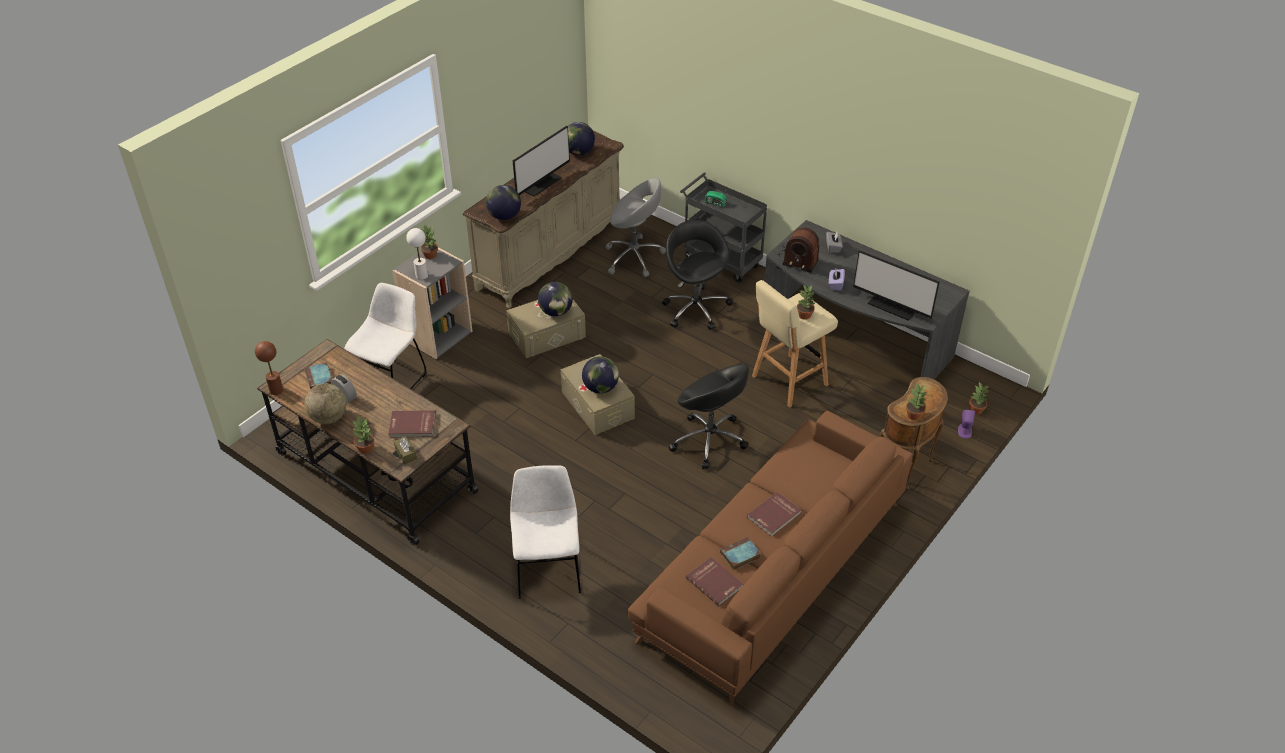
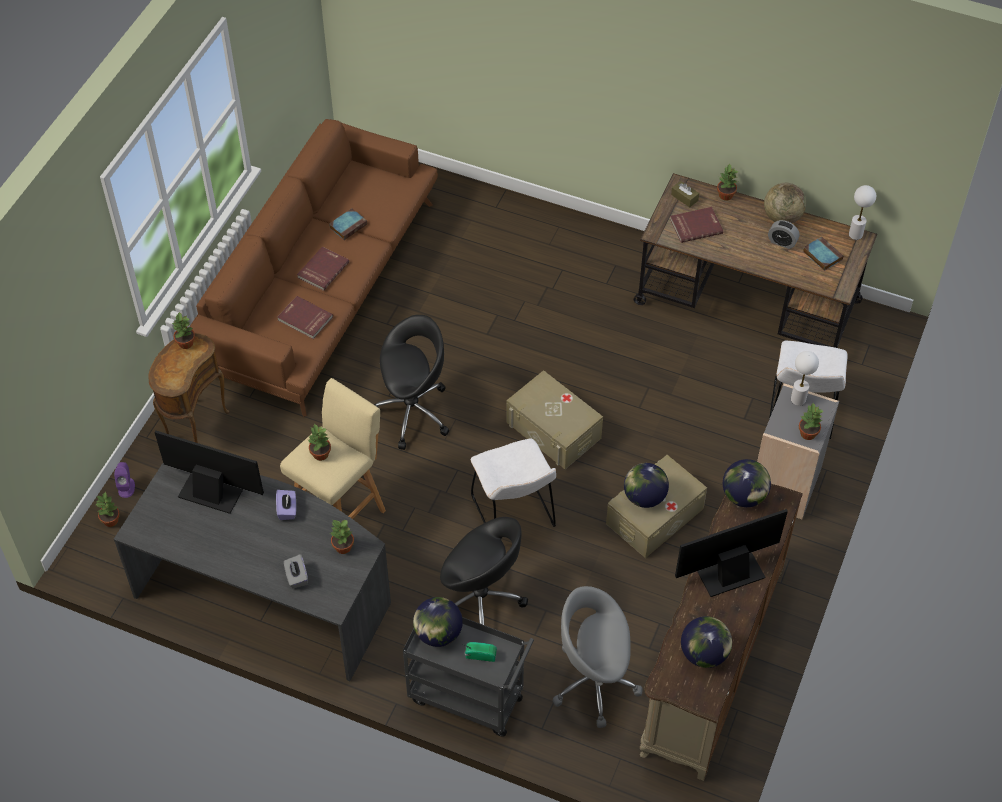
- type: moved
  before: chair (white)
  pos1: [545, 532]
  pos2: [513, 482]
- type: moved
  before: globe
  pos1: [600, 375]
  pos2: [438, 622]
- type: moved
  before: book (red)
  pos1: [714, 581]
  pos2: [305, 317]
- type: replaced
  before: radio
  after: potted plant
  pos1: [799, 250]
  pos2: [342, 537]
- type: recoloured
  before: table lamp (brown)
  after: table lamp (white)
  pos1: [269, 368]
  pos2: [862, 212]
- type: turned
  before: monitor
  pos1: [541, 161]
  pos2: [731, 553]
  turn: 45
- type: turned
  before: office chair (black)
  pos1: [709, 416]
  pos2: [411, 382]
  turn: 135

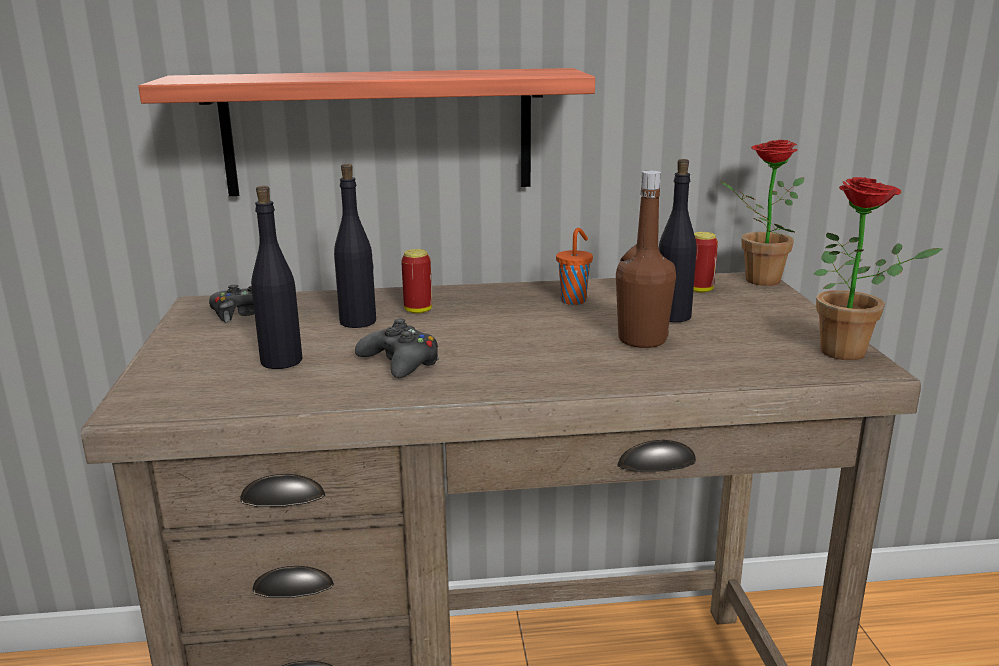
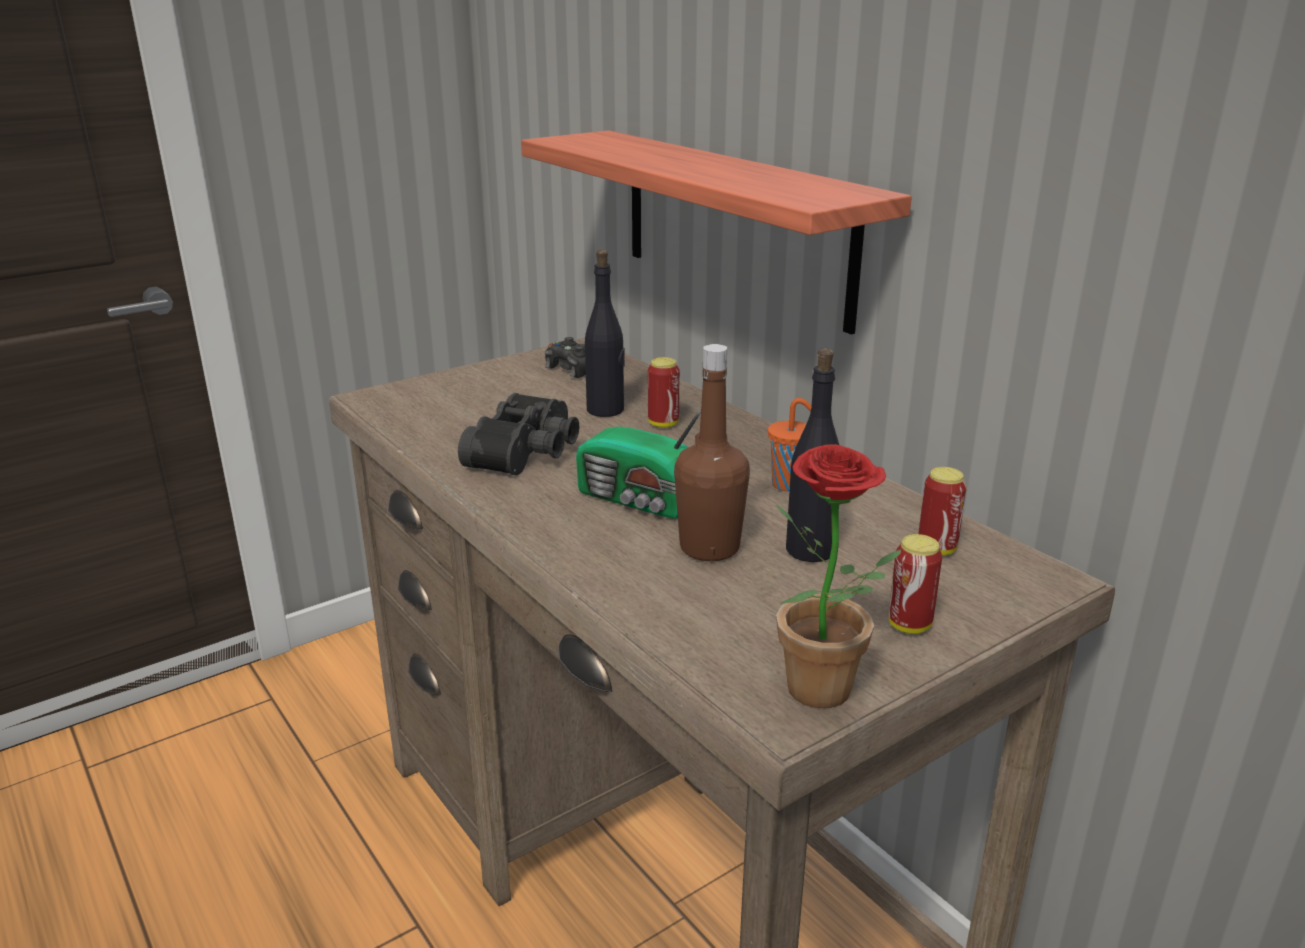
- type: removed
  before: bottle (black)
  pos1: [276, 277]
- type: removed
  before: potted plant
  pos1: [761, 213]
- type: added
  after: radio
  pos2: [638, 463]
- type: added
  after: can
  pos2: [915, 584]
- type: replaced
  before: game controller (black)
  after: binoculars (black)
  pos1: [397, 348]
  pos2: [518, 434]

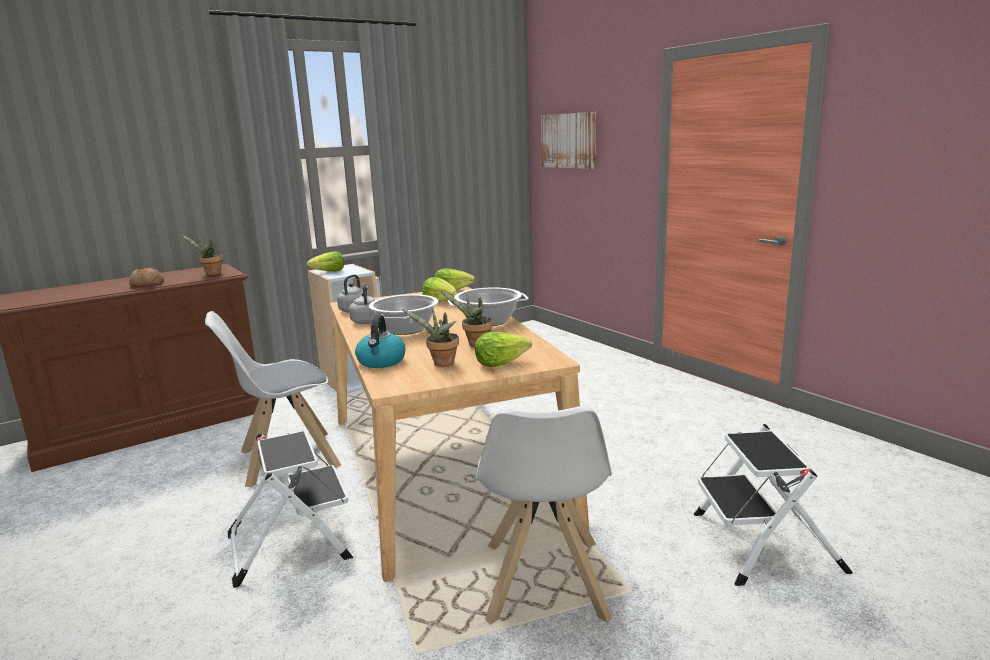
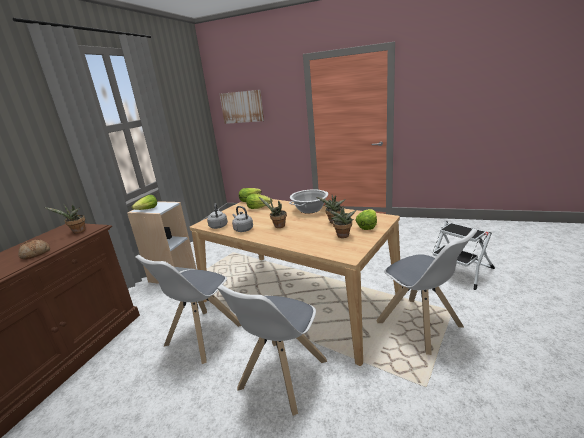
- type: removed
  before: kettle
  pos1: [380, 341]
- type: replaced
  before: step ladder
  after: chair
  pos1: [290, 509]
  pos2: [272, 350]
- type: replaced
  before: cooking pot
  after: potted plant
  pos1: [404, 314]
  pos2: [273, 212]

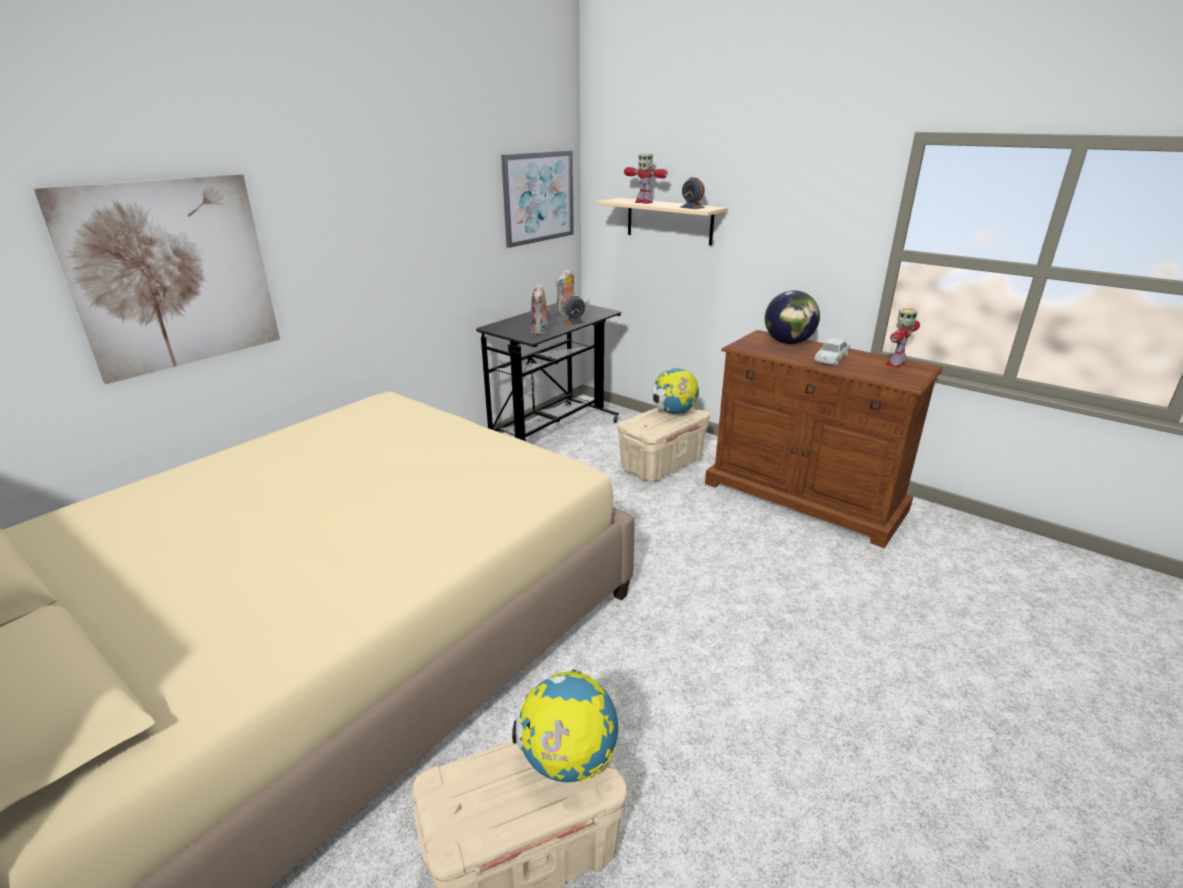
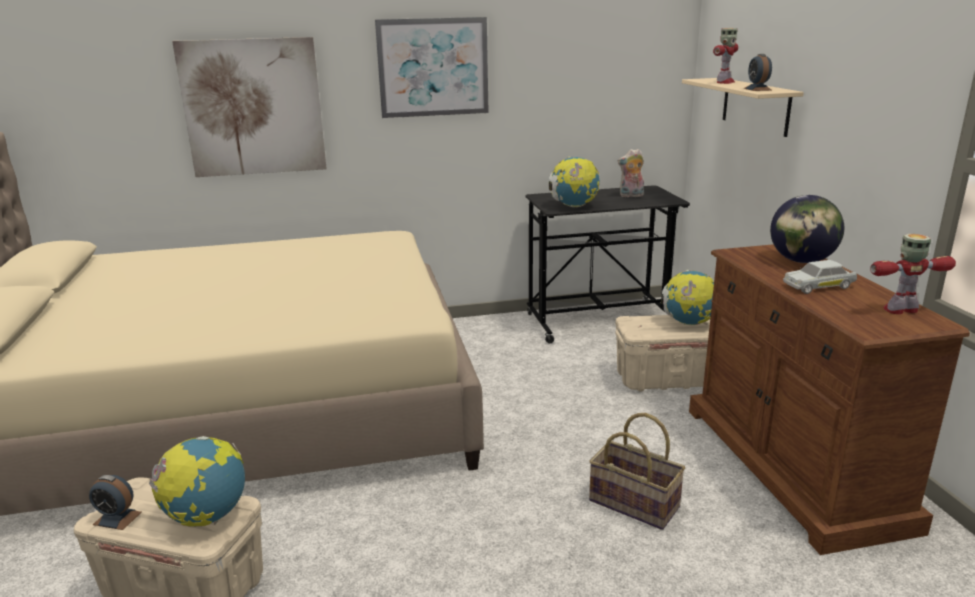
- type: added
  after: basket
  pos2: [637, 471]
- type: moved
  before: picture
  pos1: [537, 199]
  pos2: [432, 67]
- type: moved
  before: alarm clock
  pos1: [574, 310]
  pos2: [115, 502]
- type: replaced
  before: plush toy
  after: globe
  pos1: [540, 309]
  pos2: [574, 182]
- type: turned
  before: toy robot
  pos1: [646, 179]
  pos2: [725, 56]
  turn: -135

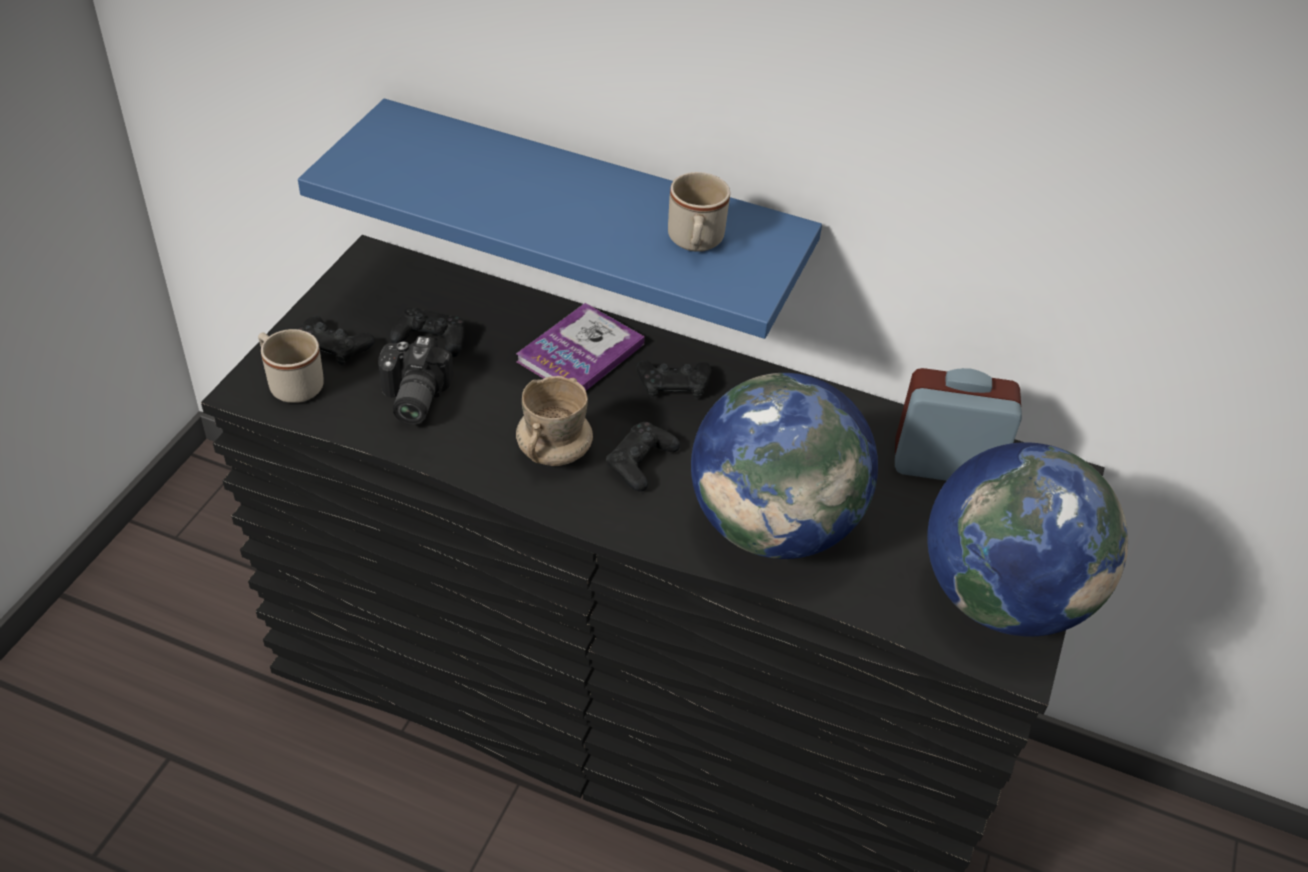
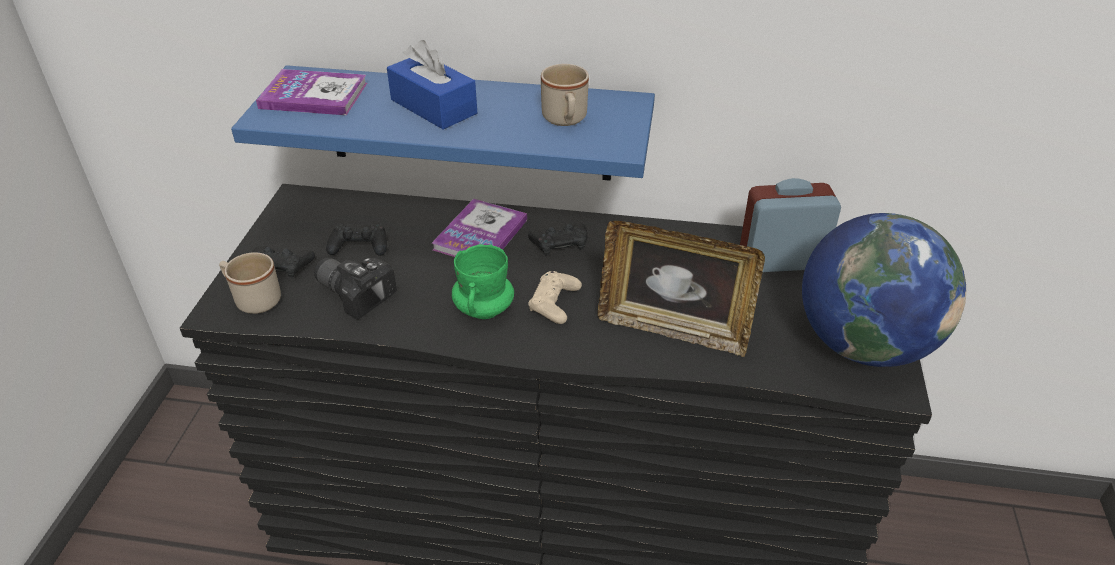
- type: added
  after: book
  pos2: [311, 92]
- type: added
  after: tissue box (blue)
  pos2: [432, 85]
- type: replaced
  before: globe
  after: picture frame
  pos1: [784, 466]
  pos2: [681, 289]
- type: recoloured
  before: mug (beige)
  after: mug (green)
  pos1: [554, 421]
  pos2: [483, 281]
- type: recoloured
  before: game controller (black)
  after: game controller (beige)
  pos1: [643, 457]
  pos2: [555, 297]
- type: turned
  before: photo camera
  pos1: [416, 380]
  pos2: [355, 288]
  turn: 135

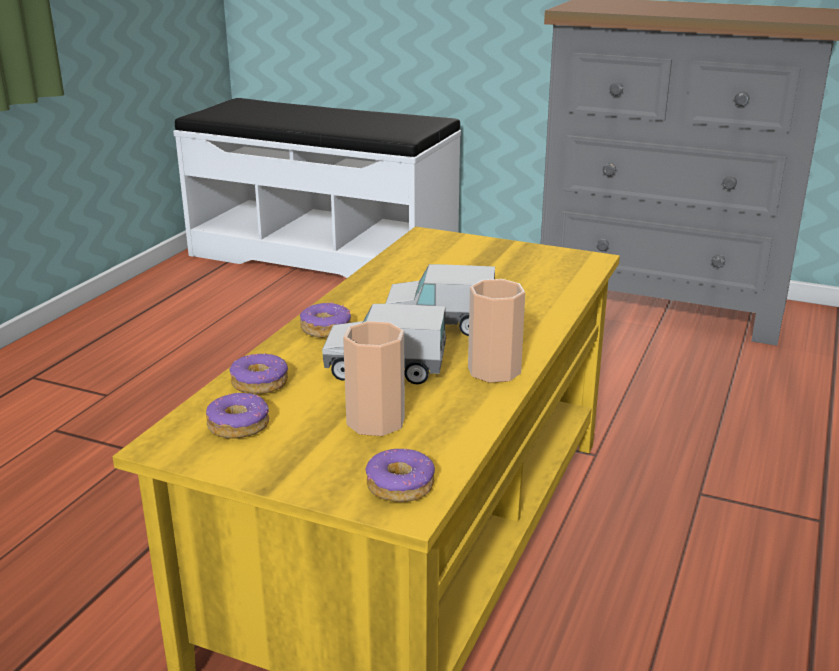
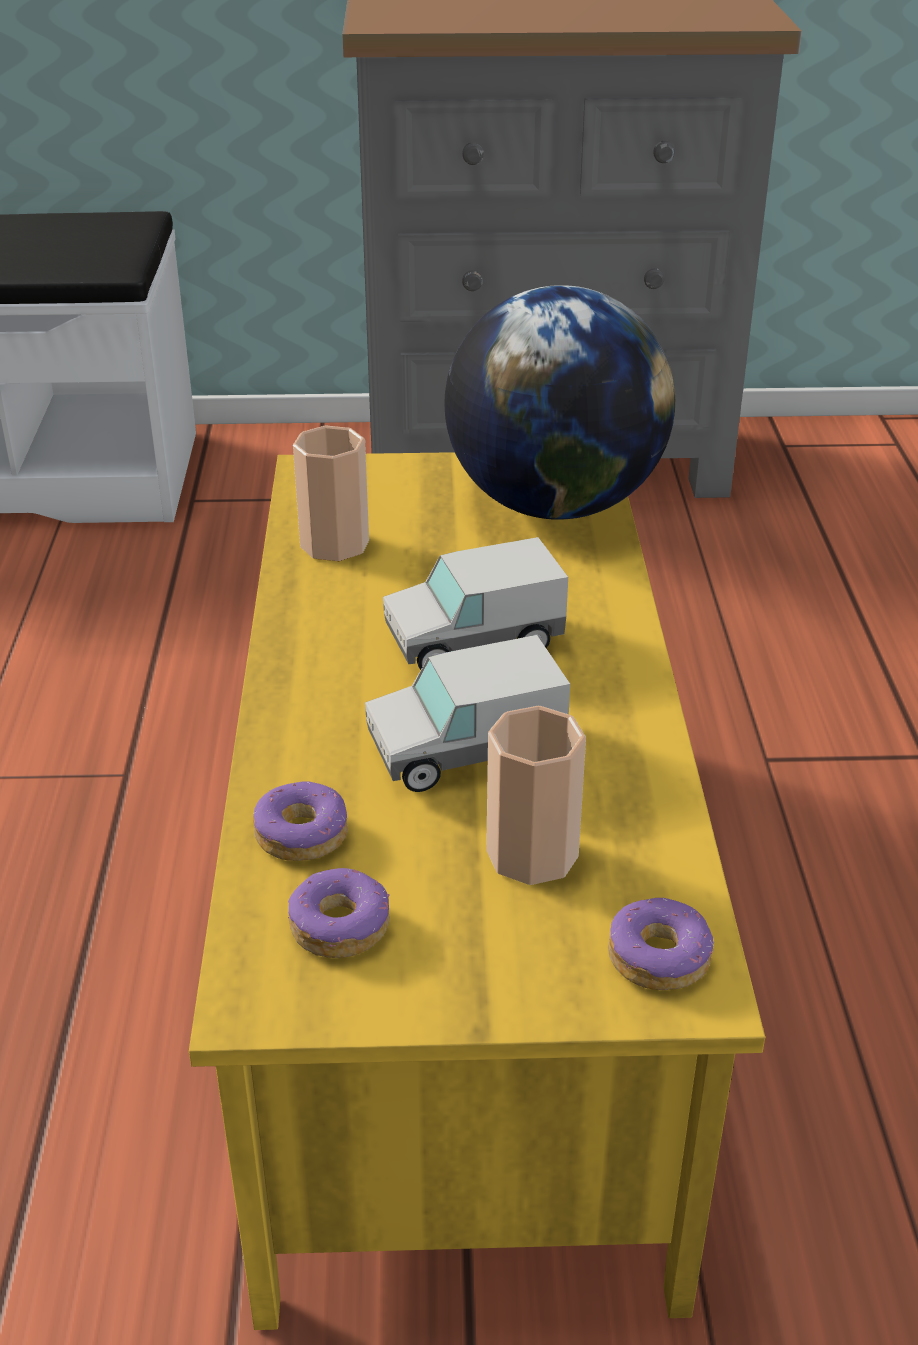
- type: removed
  before: donut
  pos1: [325, 320]
- type: added
  after: globe
  pos2: [559, 402]
- type: moved
  before: cup
  pos1: [496, 331]
  pos2: [331, 493]

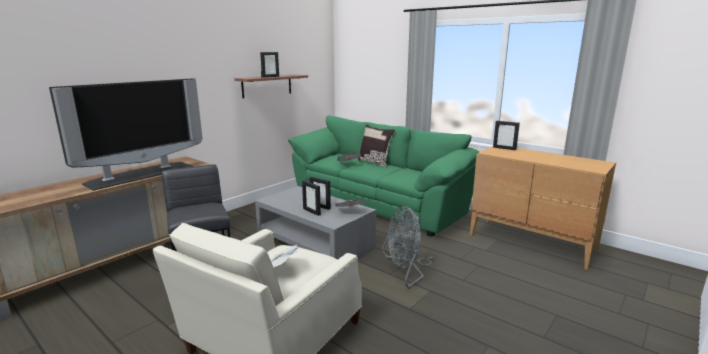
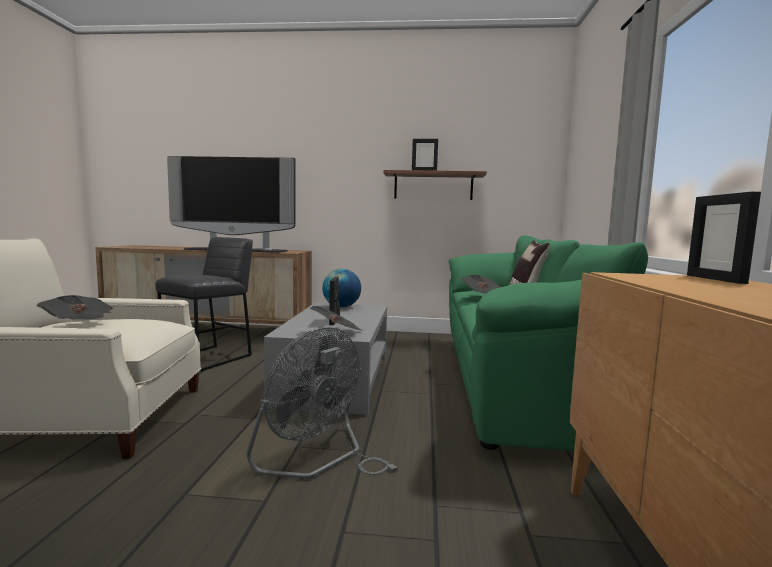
- type: removed
  before: picture frame
  pos1: [311, 198]
- type: added
  after: globe
  pos2: [341, 288]

